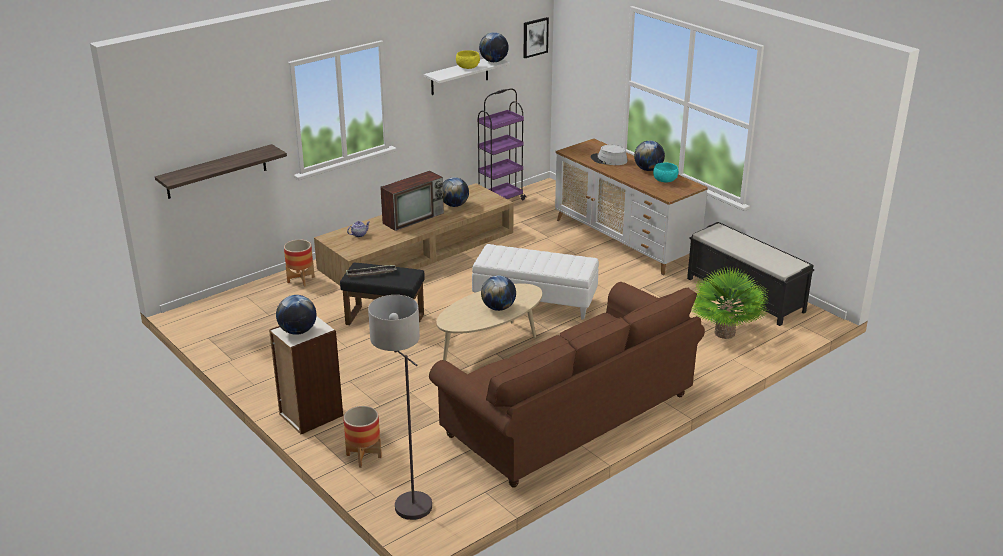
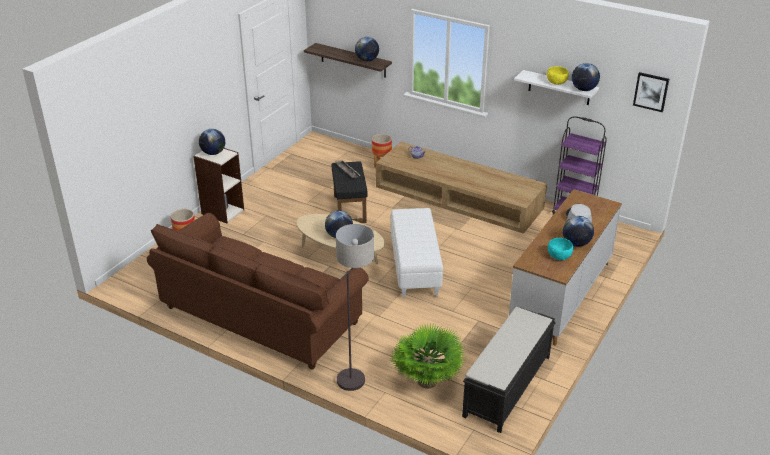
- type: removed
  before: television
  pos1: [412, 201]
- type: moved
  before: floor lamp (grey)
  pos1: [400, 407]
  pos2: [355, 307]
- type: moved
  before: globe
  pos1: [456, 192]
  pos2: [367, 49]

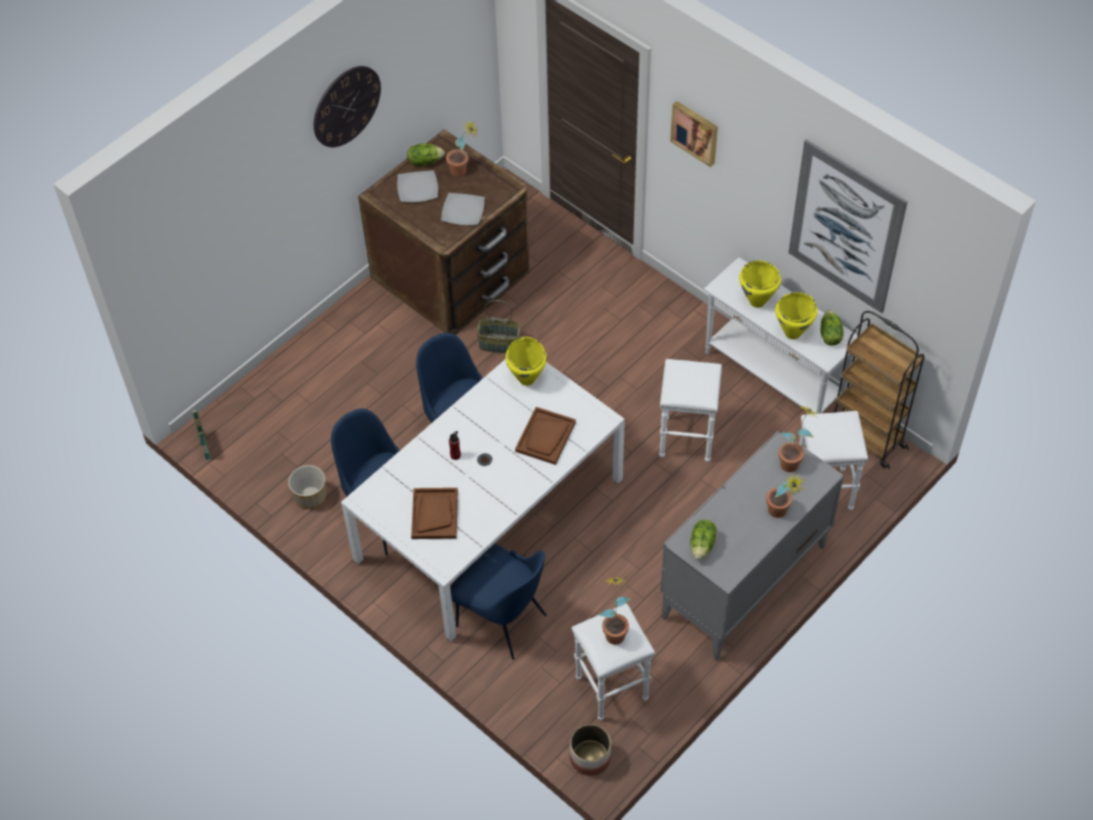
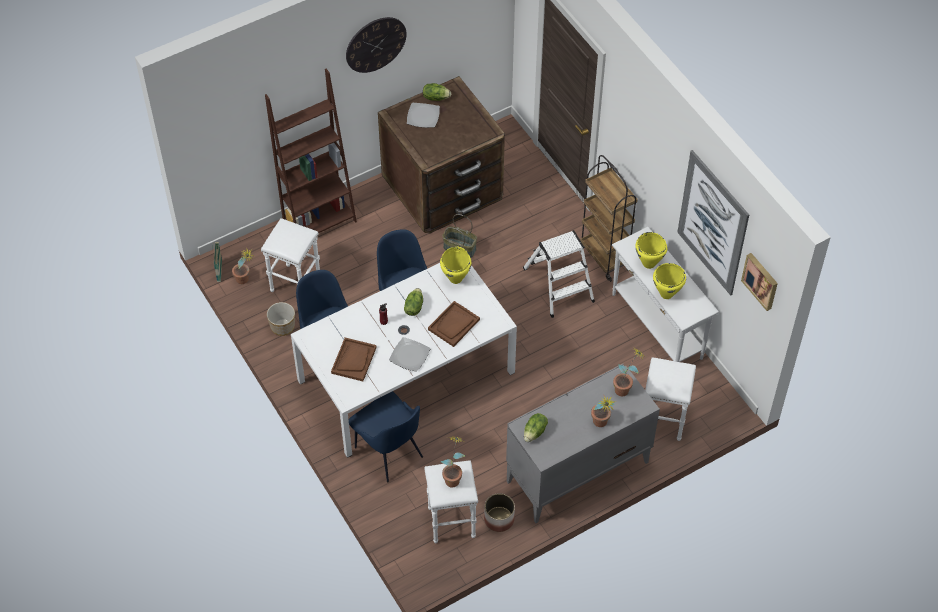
- type: added
  after: bookcase (brown)
  pos2: [311, 150]
- type: added
  after: step ladder (white)
  pos2: [559, 274]
- type: moved
  before: plate
  pos1: [463, 209]
  pos2: [409, 354]
- type: moved
  before: potted plant
  pos1: [462, 148]
  pos2: [242, 265]
- type: moved
  before: planter
  pos1: [590, 750]
  pos2: [499, 512]
- type: moved
  before: stool (white)
  pos1: [690, 410]
  pos2: [290, 255]
- type: moved
  before: picture
  pos1: [694, 134]
  pos2: [759, 282]
- type: moved
  before: lettuce
  pos1: [832, 328]
  pos2: [413, 302]
- type: moved
  before: cart (brown)
  pos1: [879, 390]
  pos2: [609, 218]

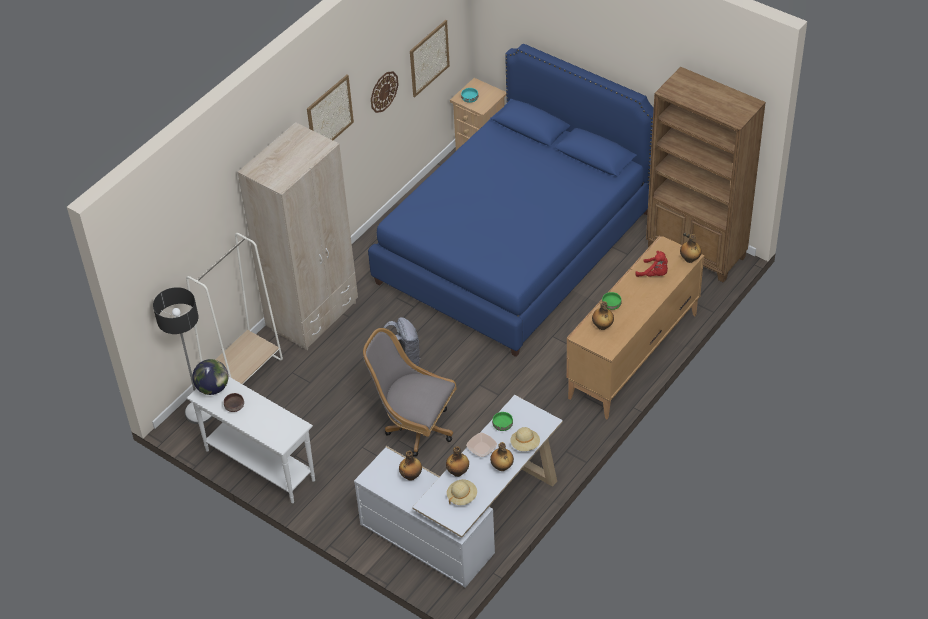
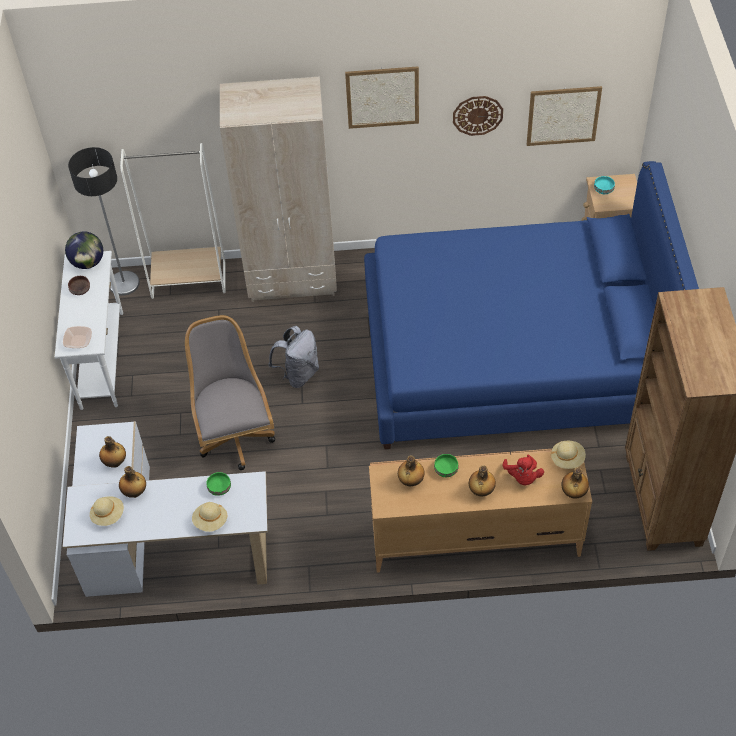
- type: added
  after: hat (beige)
  pos2: [568, 455]
- type: moved
  before: bowl
  pos1: [481, 445]
  pos2: [77, 337]
- type: moved
  before: bottle
  pos1: [502, 456]
  pos2: [482, 480]

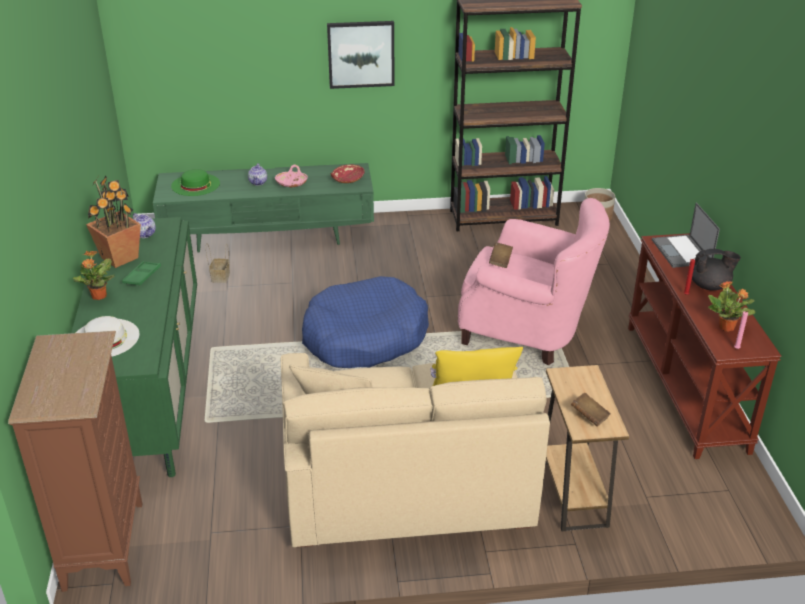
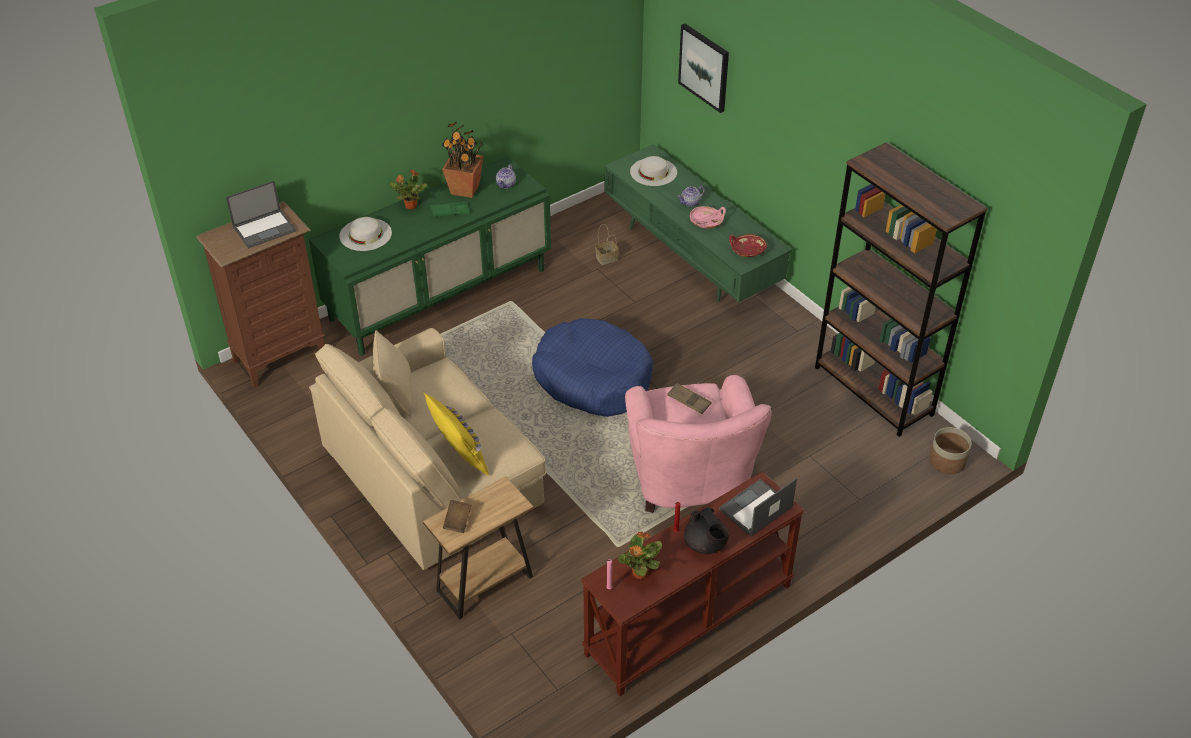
- type: added
  after: laptop
  pos2: [261, 215]
- type: moved
  before: picture
  pos1: [361, 55]
  pos2: [703, 68]
- type: replaced
  before: book (brown)
  after: tray (brown)
  pos1: [501, 255]
  pos2: [689, 398]
- type: recoloured
  before: hat (green)
  after: hat (white)
  pos1: [195, 182]
  pos2: [653, 171]

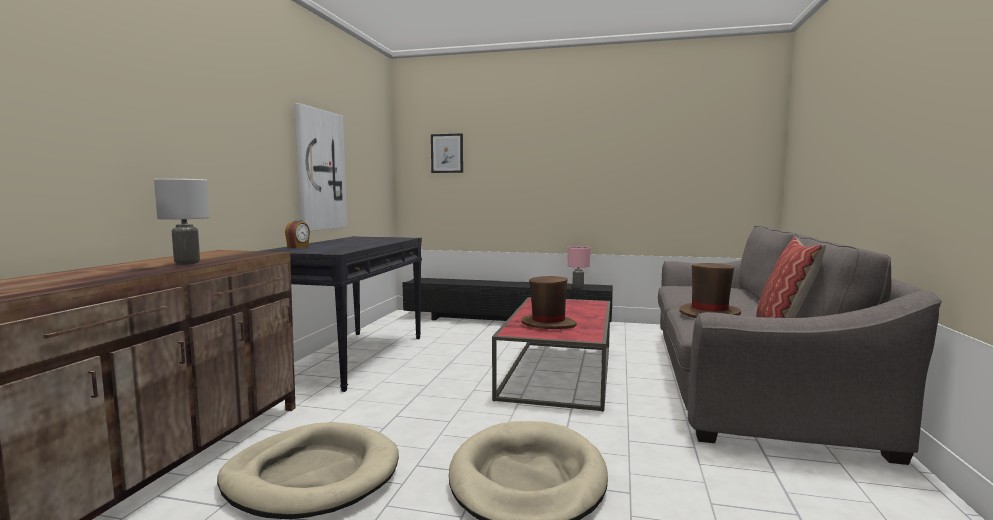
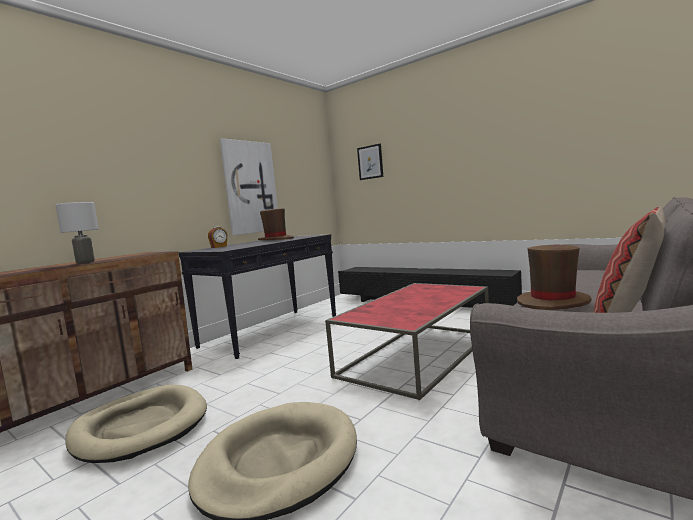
- type: removed
  before: table lamp (pink)
  pos1: [578, 267]
- type: moved
  before: hat (brown)
  pos1: [549, 302]
  pos2: [276, 224]

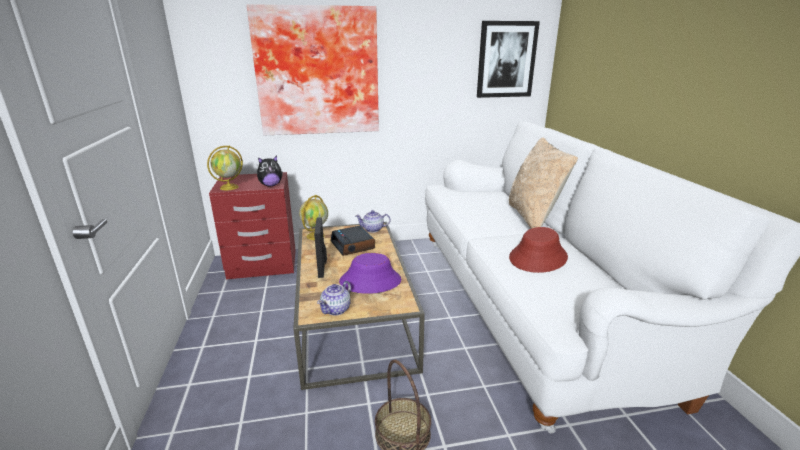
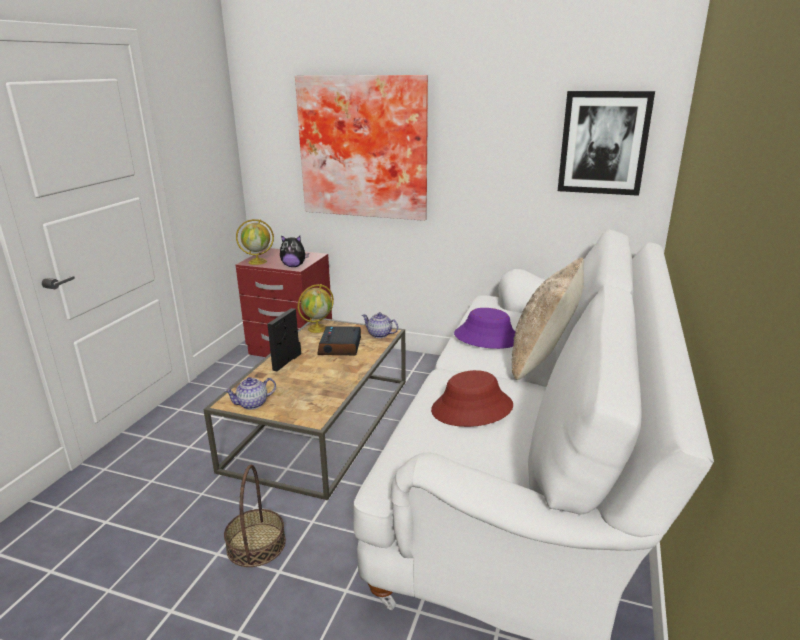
- type: moved
  before: hat (purple)
  pos1: [370, 273]
  pos2: [484, 328]

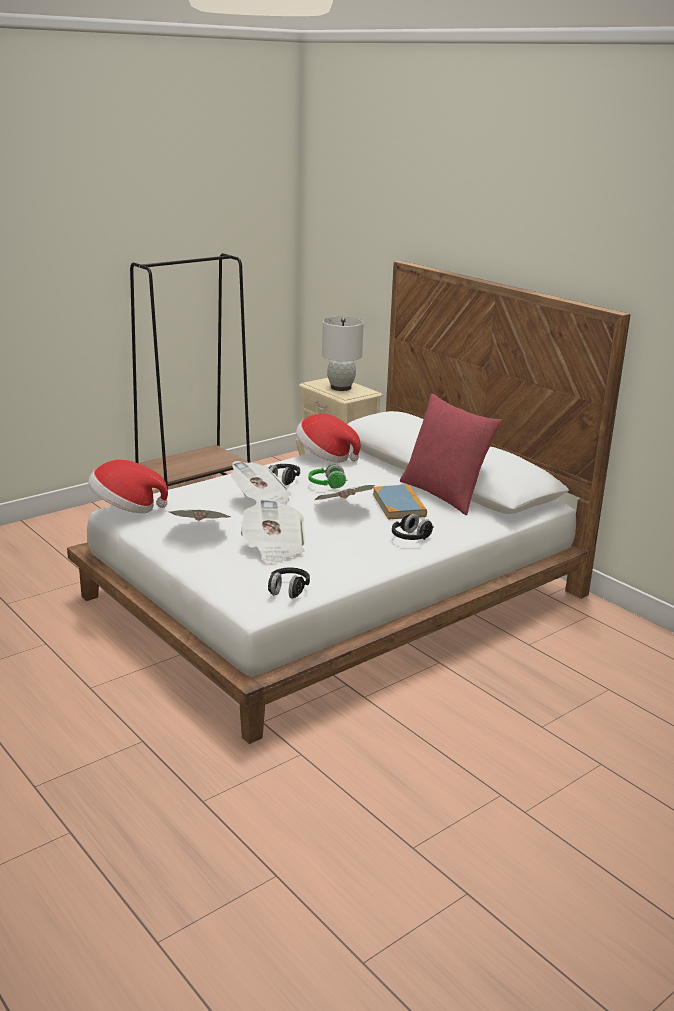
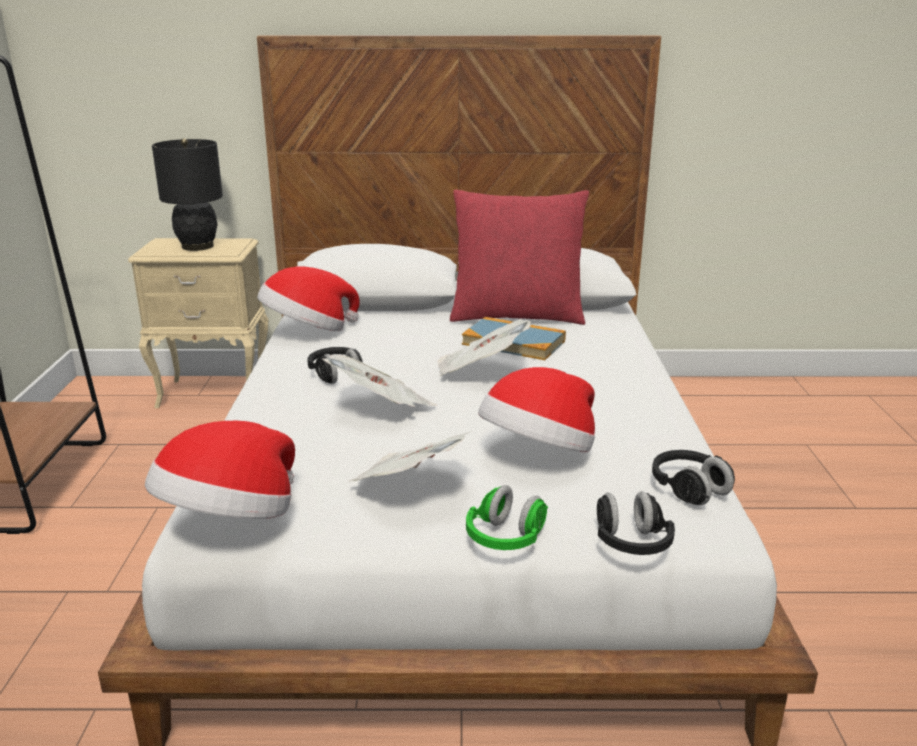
- type: moved
  before: headphones (green)
  pos1: [327, 477]
  pos2: [507, 517]
- type: moved
  before: headphones (black)
  pos1: [413, 527]
  pos2: [636, 523]
- type: replaced
  before: newspaper
  after: hat
  pos1: [272, 531]
  pos2: [536, 409]
- type: recoloured
  before: table lamp (white)
  after: table lamp (black)
  pos1: [343, 354]
  pos2: [187, 194]

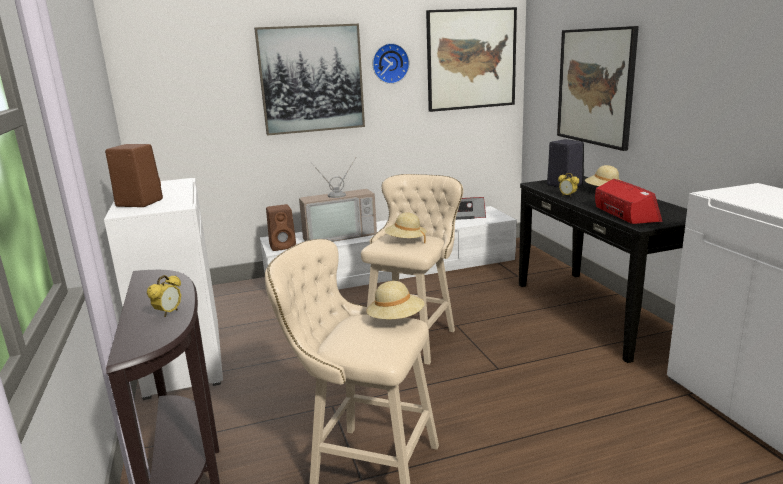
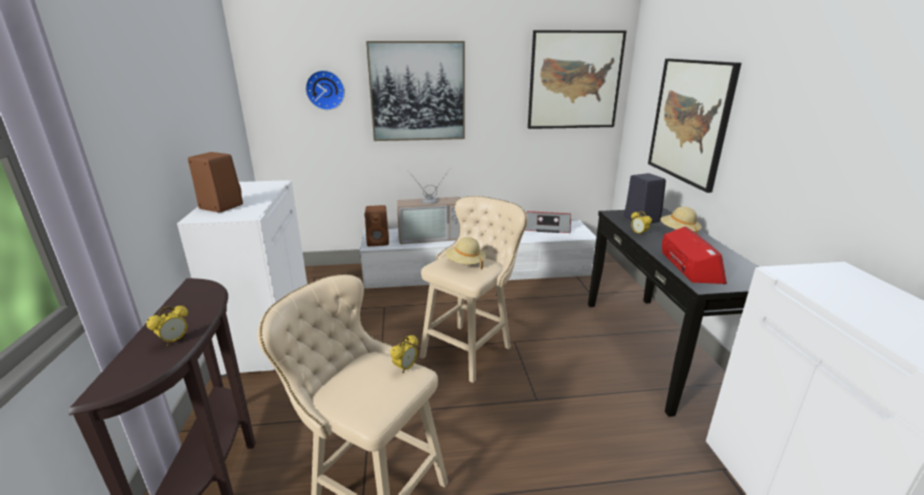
- type: moved
  before: wall clock
  pos1: [391, 63]
  pos2: [325, 90]
- type: replaced
  before: hat (beige)
  after: alarm clock
  pos1: [395, 300]
  pos2: [404, 354]

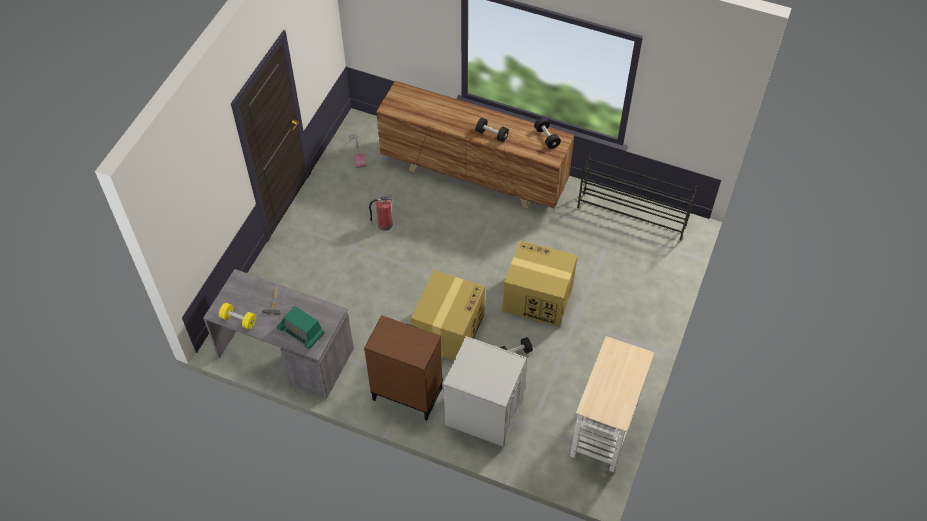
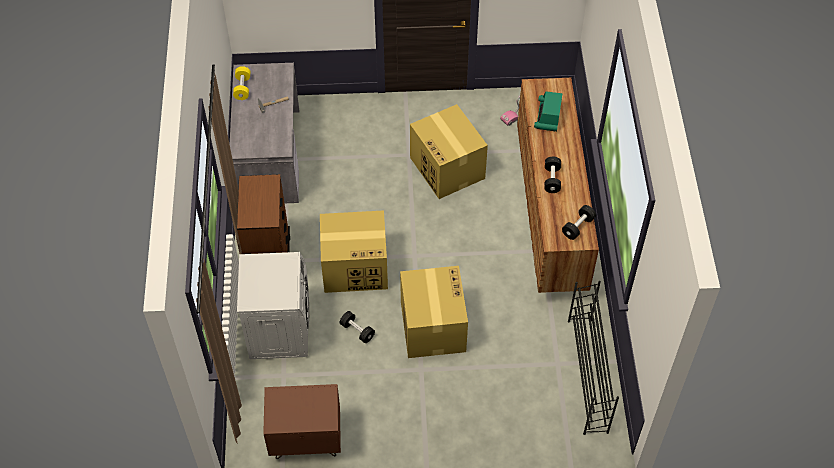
- type: moved
  before: radio
  pos1: [301, 327]
  pos2: [548, 111]
- type: replaced
  before: fire extinguisher
  after: cardboard box
  pos1: [381, 212]
  pos2: [449, 151]
- type: replaced
  before: cart (white)
  after: nightstand (brown)
  pos1: [612, 404]
  pos2: [302, 421]

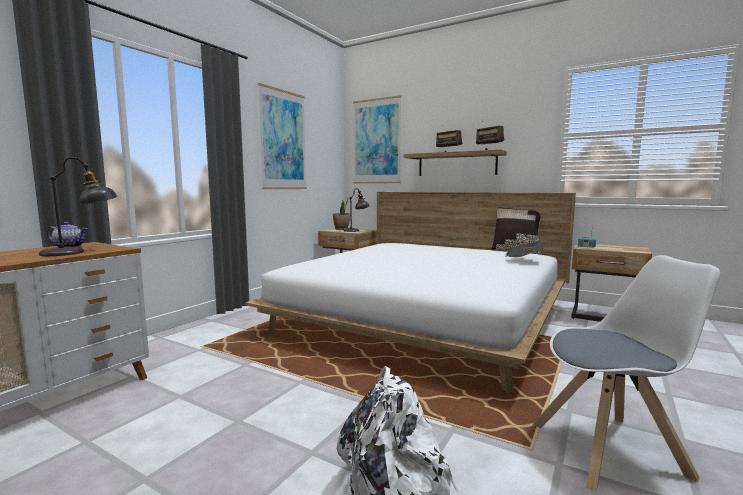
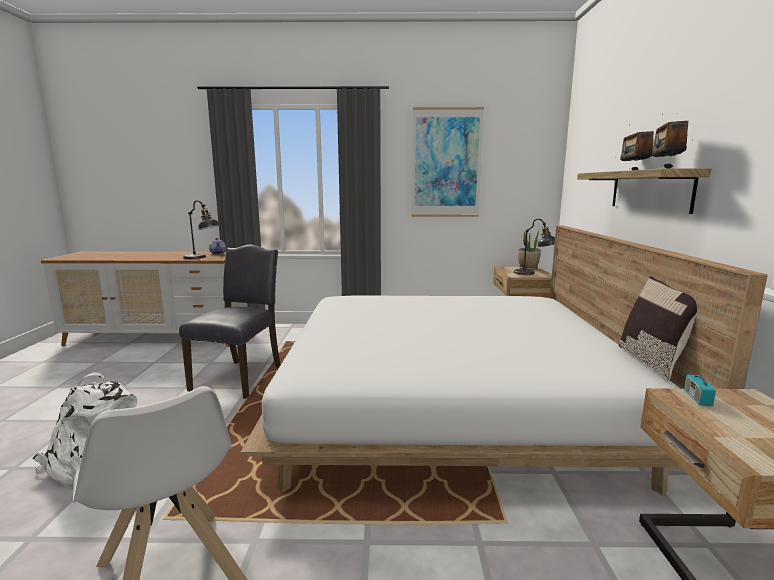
- type: removed
  before: picture
  pos1: [377, 139]
- type: removed
  before: newspaper
  pos1: [525, 249]
- type: added
  after: chair (grey)
  pos2: [230, 321]

